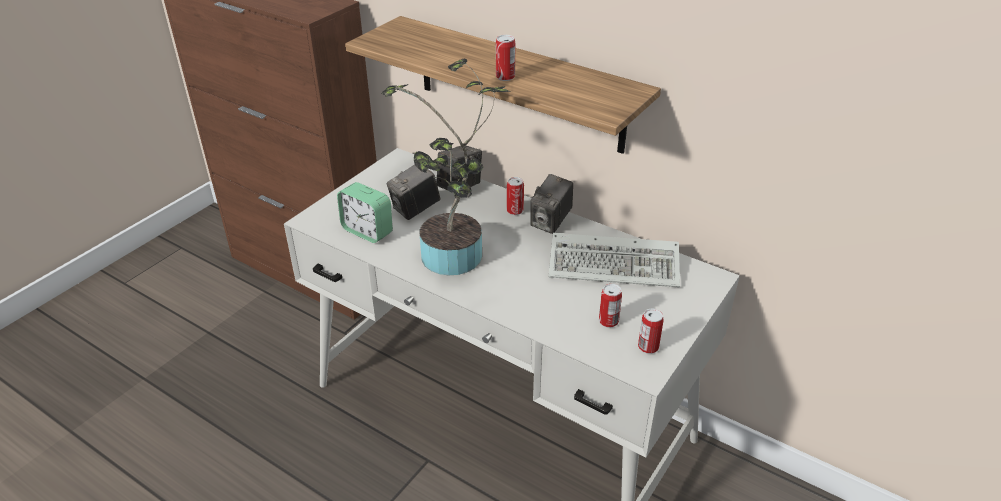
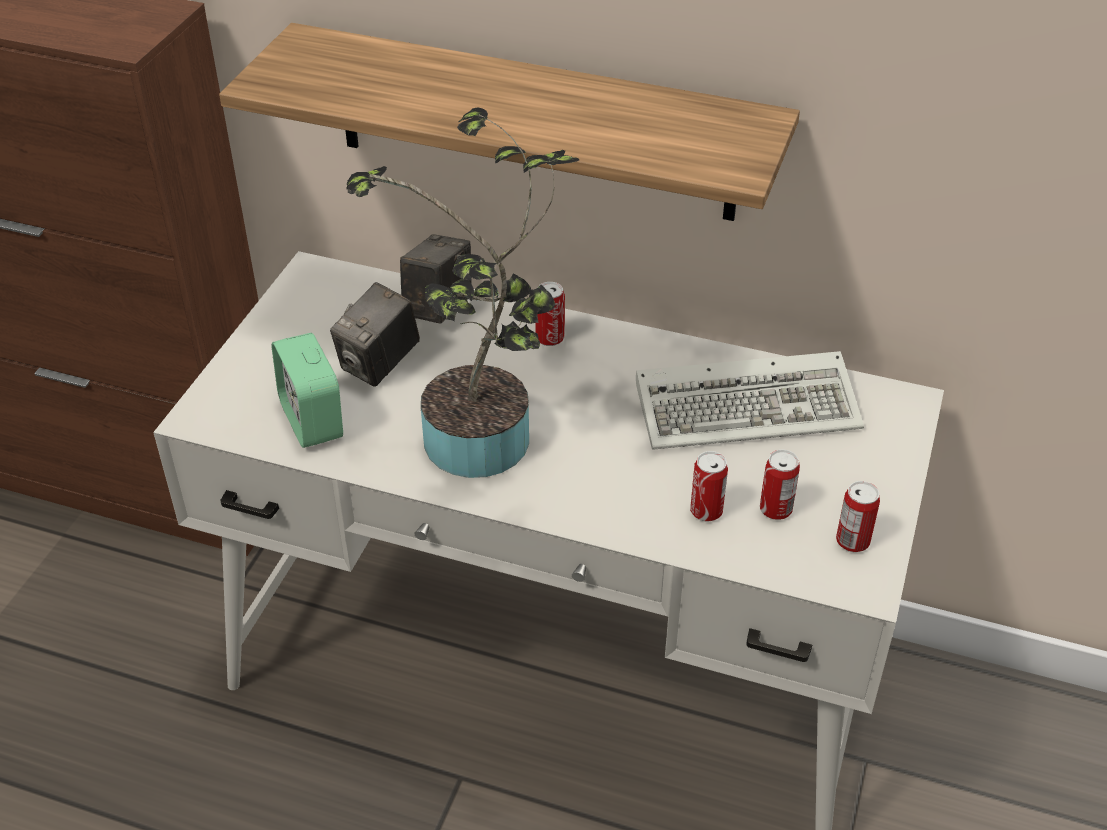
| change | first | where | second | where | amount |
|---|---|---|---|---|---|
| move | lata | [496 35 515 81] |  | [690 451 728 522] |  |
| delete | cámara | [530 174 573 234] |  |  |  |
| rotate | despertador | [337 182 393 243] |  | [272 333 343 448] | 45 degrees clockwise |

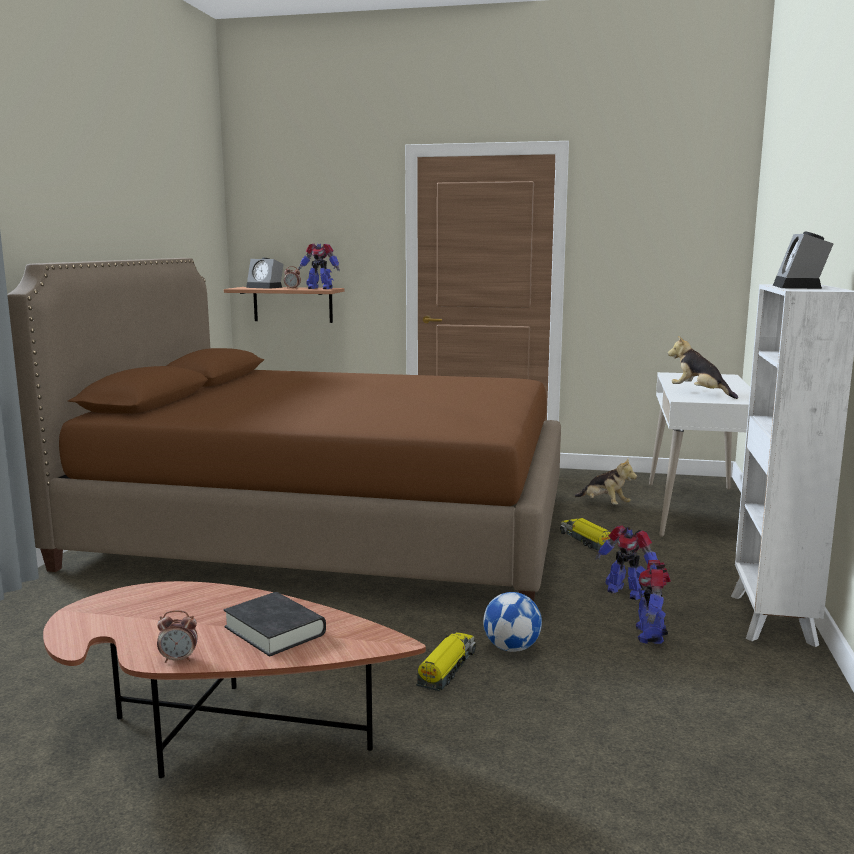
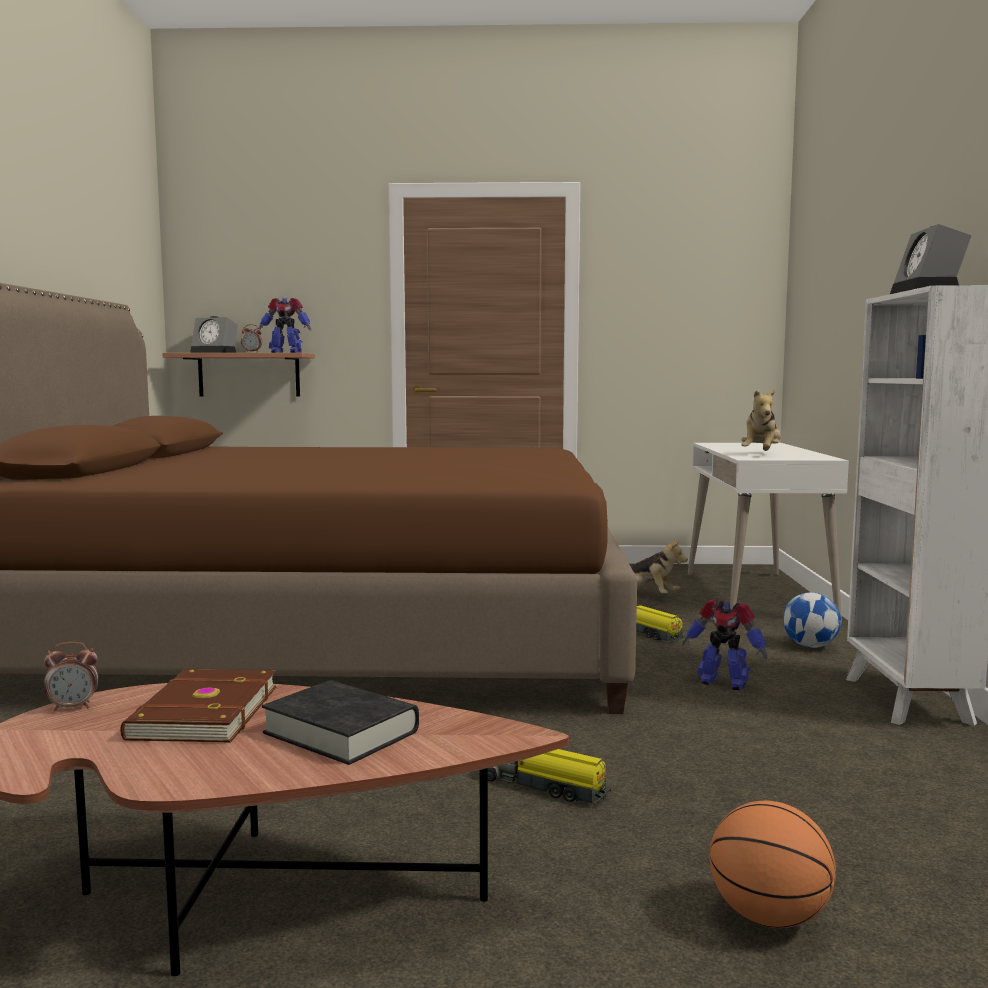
| change | first | where | second | where | amount |
|---|---|---|---|---|---|
| rotate | peluche | [668 336 738 399] |  | [741 389 781 451] | 105 degrees counterclockwise |
| delete | robot de juguete | [636 560 671 644] |  |  |  |
| move | balón de fútbol | [483 592 542 652] |  | [783 592 841 648] |  |
| move | despertador | [157 610 198 663] |  | [44 642 98 711] |  |
| rotate | camión de juguete | [416 632 476 691] |  | [488 749 611 803] | 75 degrees counterclockwise |
| insert |  |  | libro (marrón) | [120 669 276 742] |  |
| insert |  |  | balón de baloncesto | [709 801 836 928] |  |

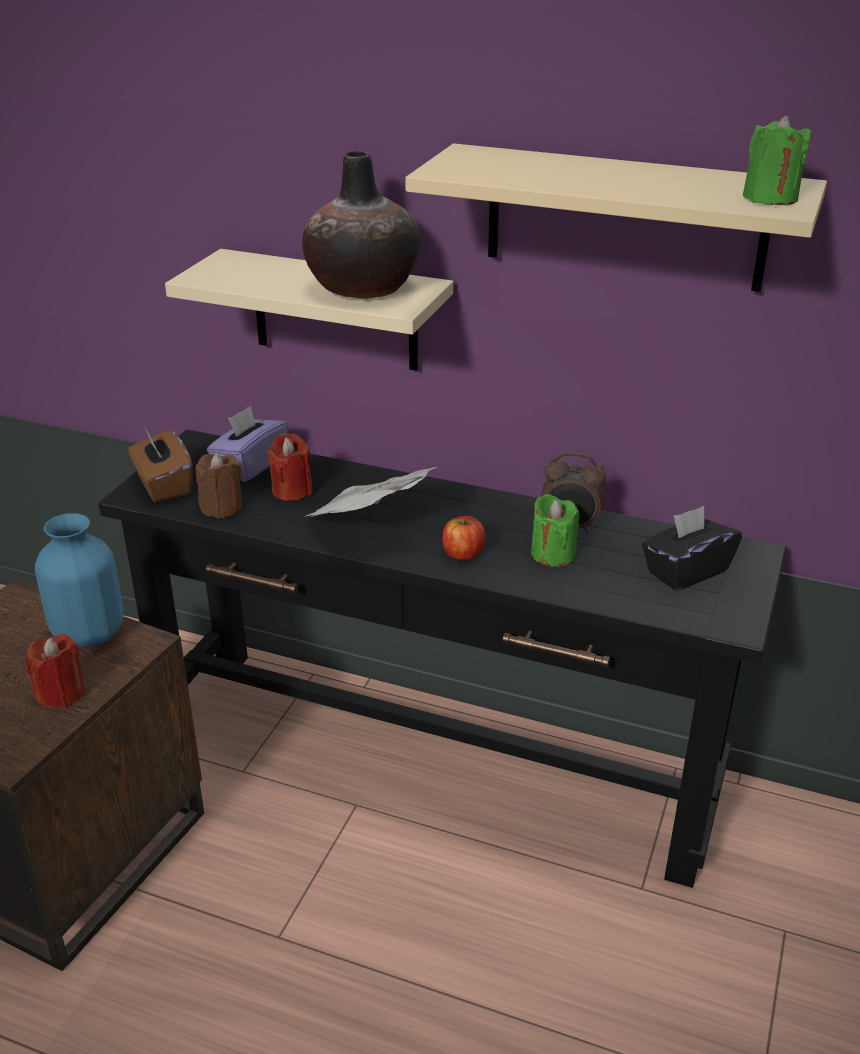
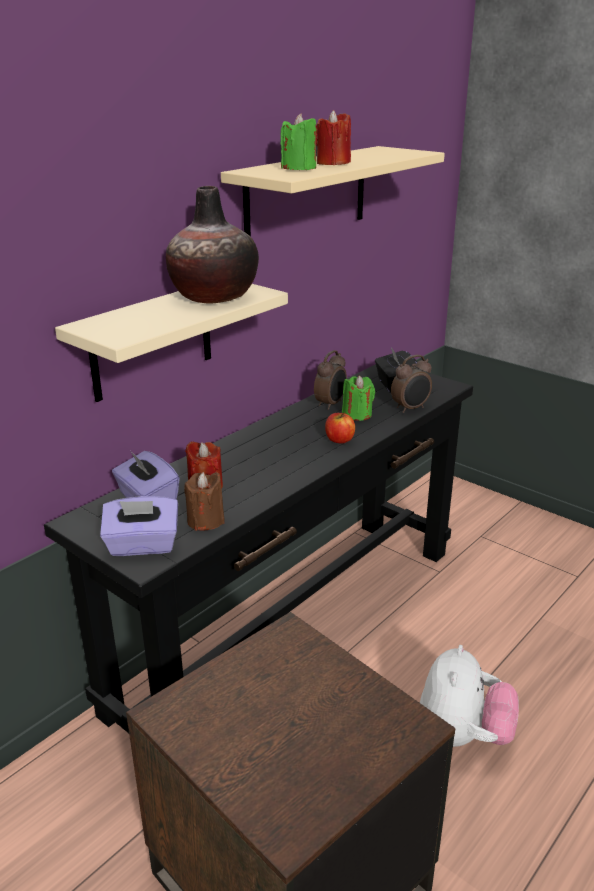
| change | first | where | second | where | amount |
|---|---|---|---|---|---|
| move | vela (verde) | [743 115 811 205] |  | [280 114 316 170] |  |
| recolor | caja de pañuelos (marrón) | [128 428 193 502] | caja de pañuelos (morado) | [100 496 178 556] |  |
| delete | periódico | [304 467 437 517] |  |  |  |
| delete | florero (azul) | [35 513 124 648] |  |  |  |
| move | vela (rojo) | [25 634 85 708] |  | [316 110 351 165] |  |
| insert |  |  | despertador | [391 355 432 413] |  |
| insert |  |  | peluche | [420 645 519 747] |  |

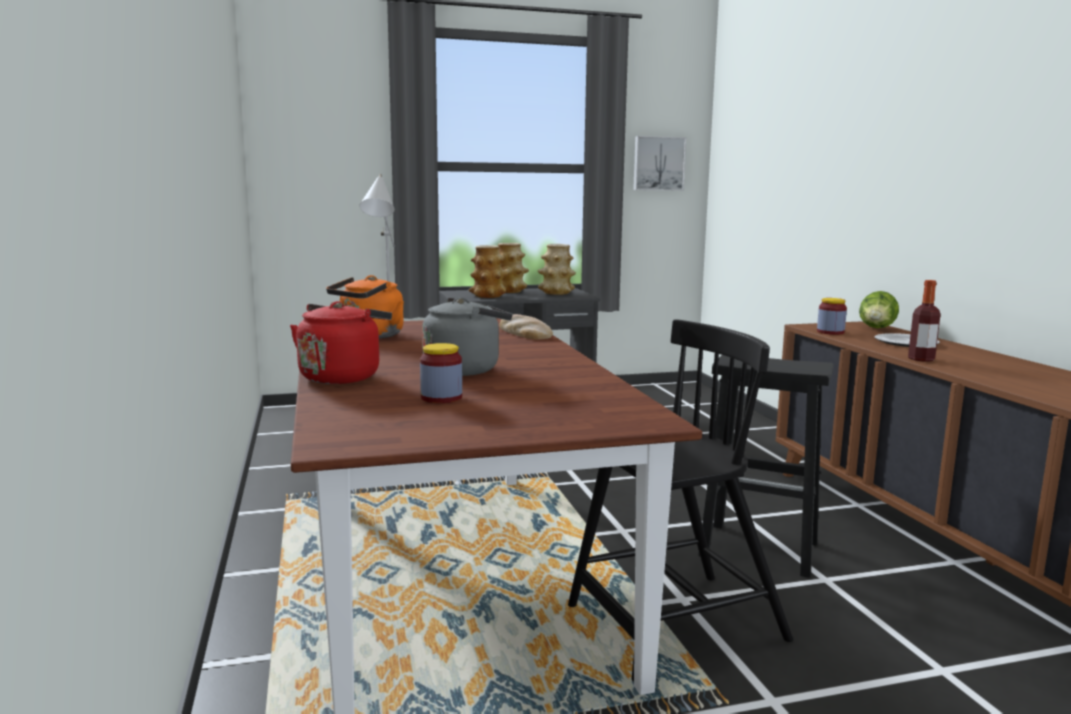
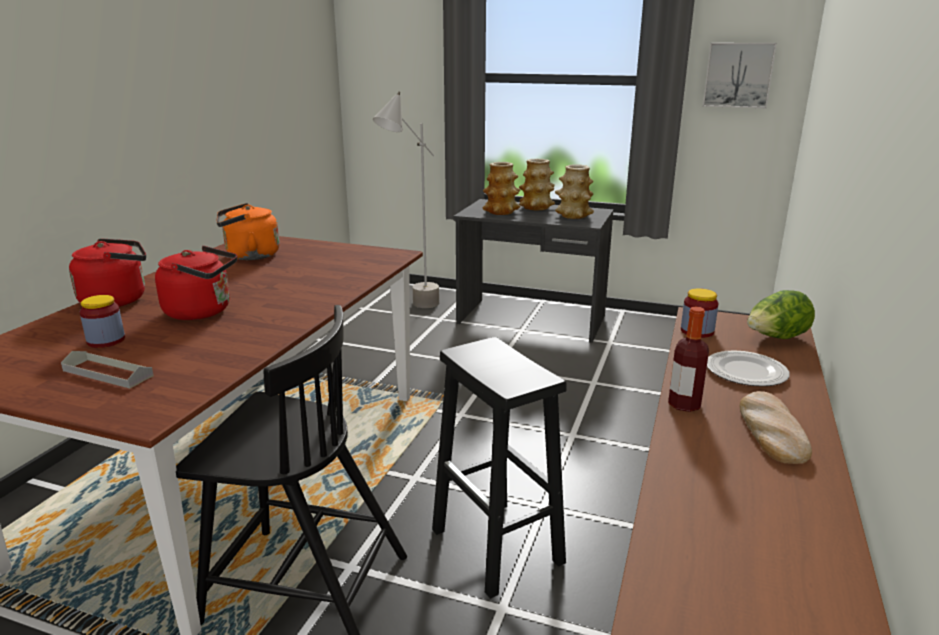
| change | first | where | second | where | amount |
|---|---|---|---|---|---|
| recolor | hervidor (gris) | [422 297 512 376] | hervidor (rojo) | [155 246 237 320] |  |
| move | pan | [499 314 553 340] |  | [740 391 812 464] |  |
| insert |  |  | bandeja (gris) | [61 351 154 388] |  |

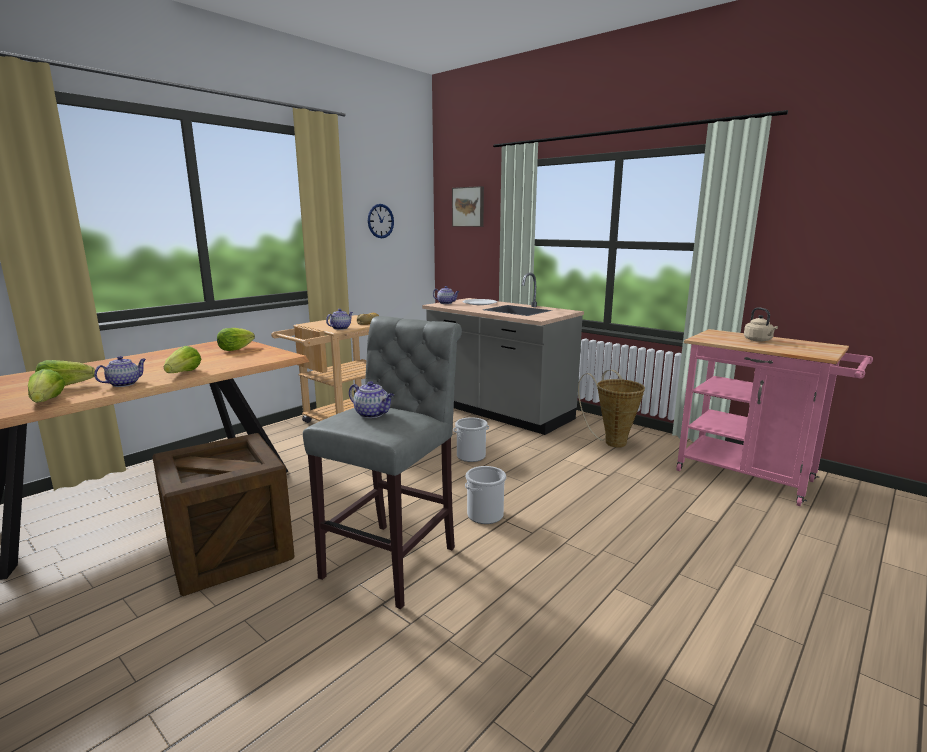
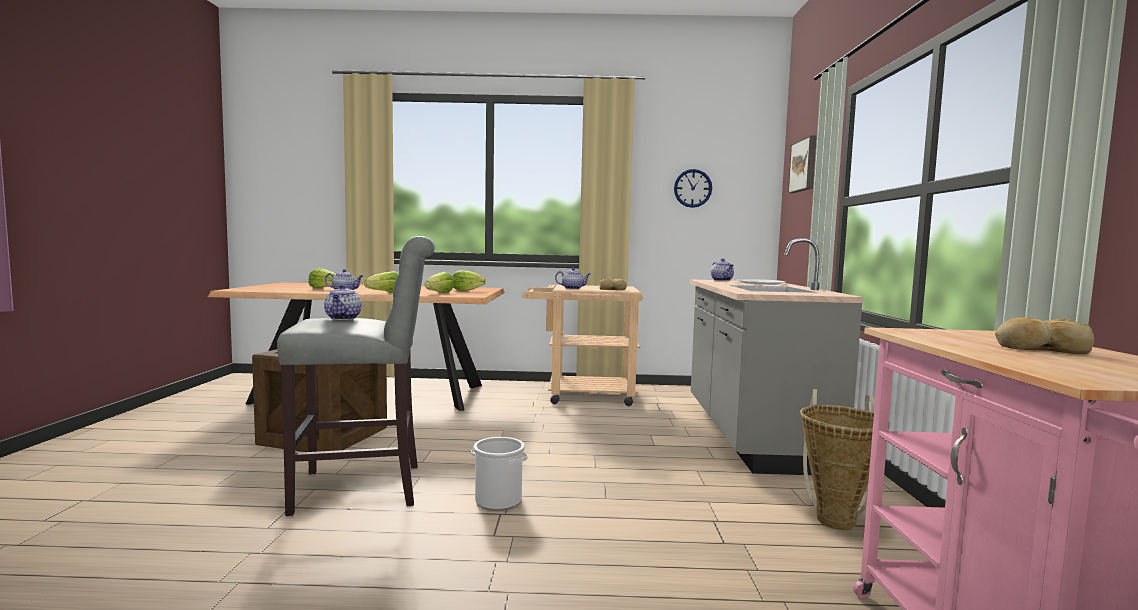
| change | first | where | second | where | amount |
|---|---|---|---|---|---|
| replace | hervidor (beis) | [744 308 778 342] | pan | [995 318 1094 354] |  |
| move | lechuga | [28 369 65 403] |  | [425 272 455 293] |  |
| delete | cubo | [453 417 489 462] |  |  |  |

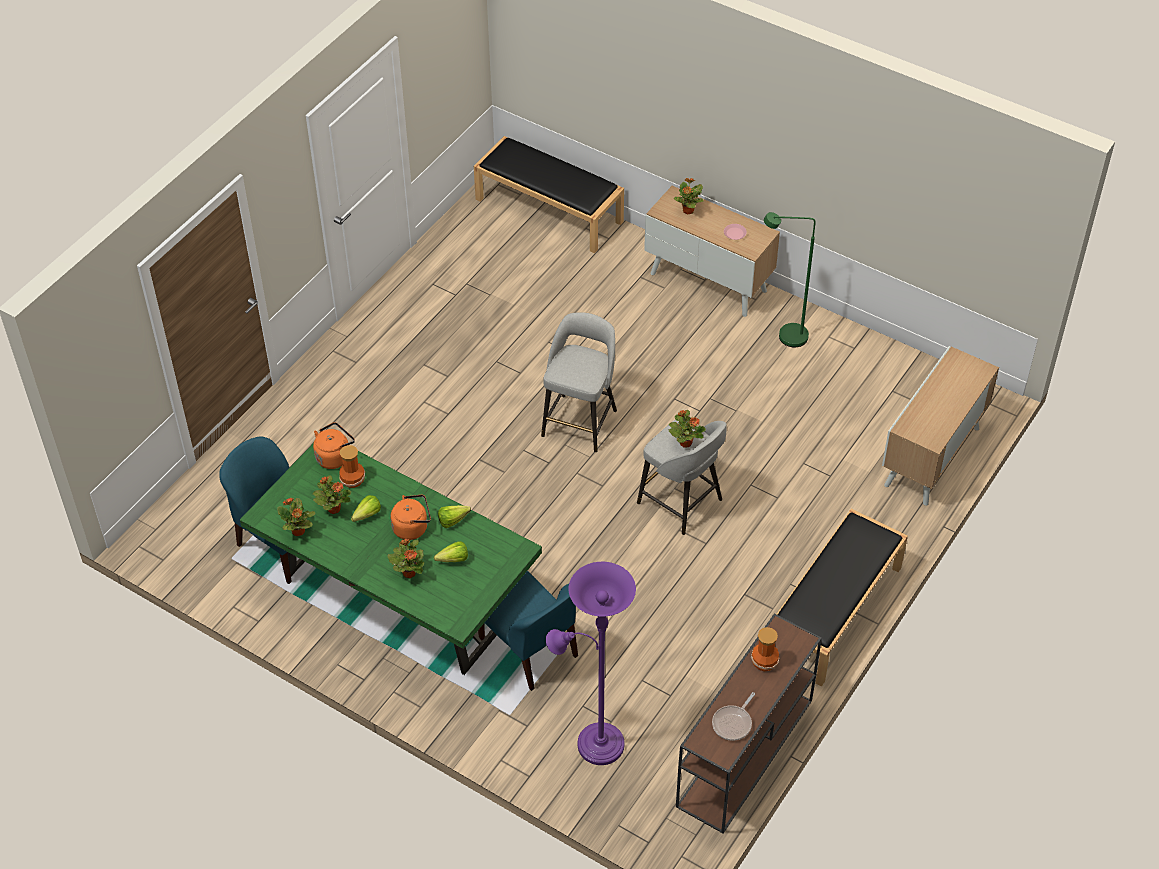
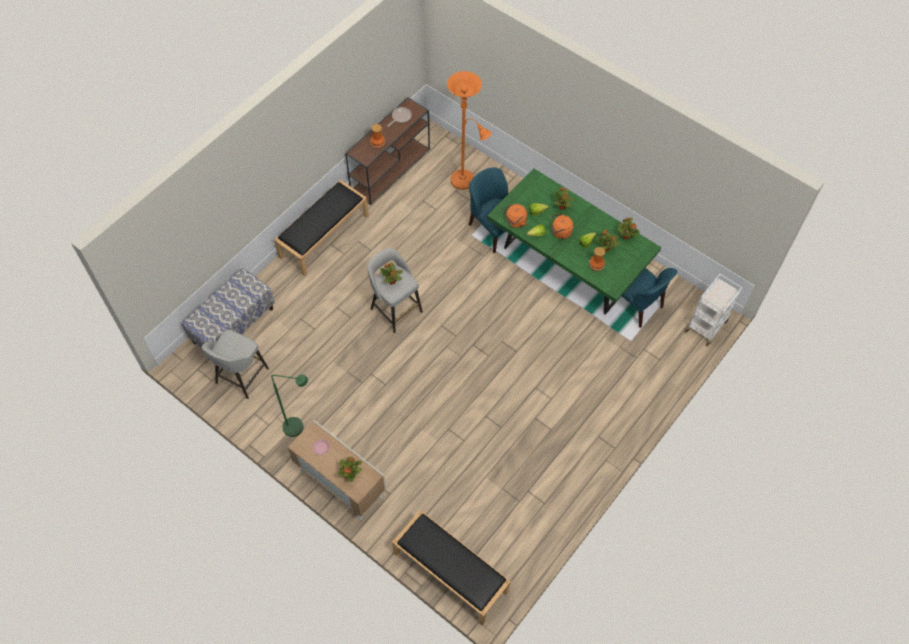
| change | first | where | second | where | amount |
|---|---|---|---|---|---|
| move | taburete (gris) | [541 312 617 452] |  | [202 330 269 399] |  |
| replace | armario | [882 346 999 506] | banco | [182 268 275 348] |  |
| move | hervidor (naranja) | [313 422 355 469] |  | [503 204 527 228] |  |
| recolor | lámpara de pie (morado) | [546 562 636 765] | lámpara de pie (naranja) | [447 71 492 190] |  |
| insert |  |  | carrito (blanco) | [685 274 743 346] |  |

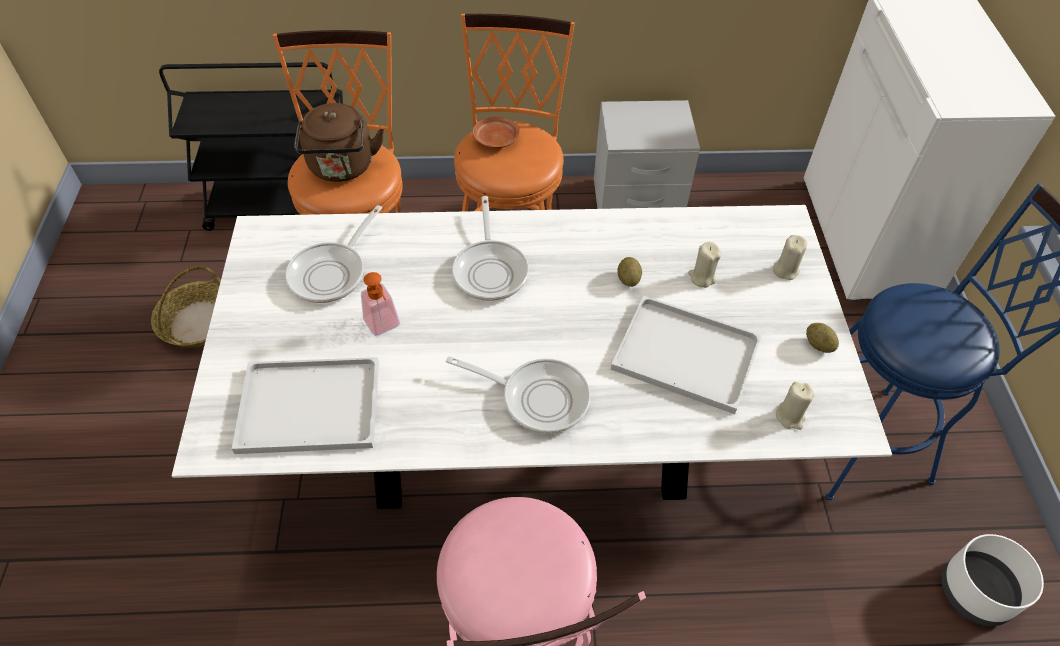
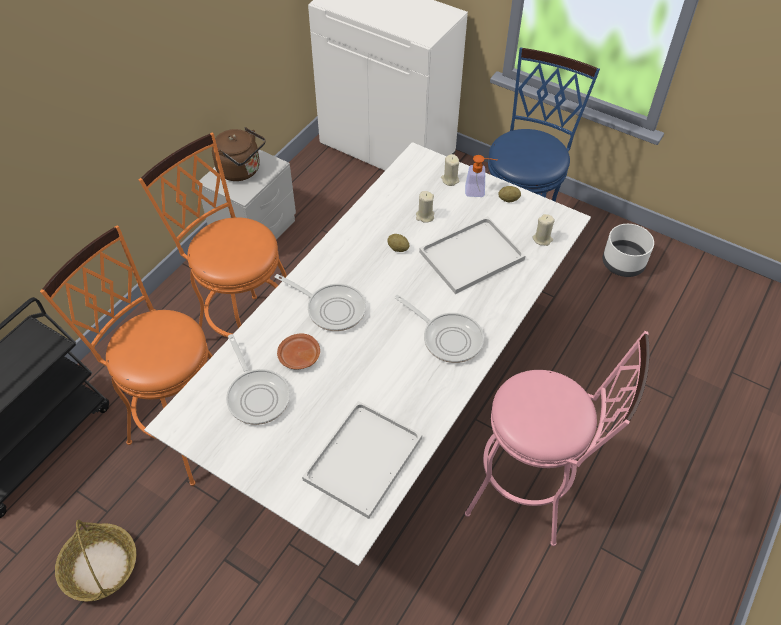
| change | first | where | second | where | amount |
|---|---|---|---|---|---|
| move | hervidor (marrón) | [294 103 384 182] |  | [212 127 266 181] |  |
| move | plato (marrón) | [472 117 520 148] |  | [277 333 320 369] |  |
| move | dispensador de jabón | [361 272 400 336] |  | [465 155 498 197] |  |
| rotate | sartén | [446 356 590 434] |  | [394 295 484 363] | 75 degrees clockwise |

